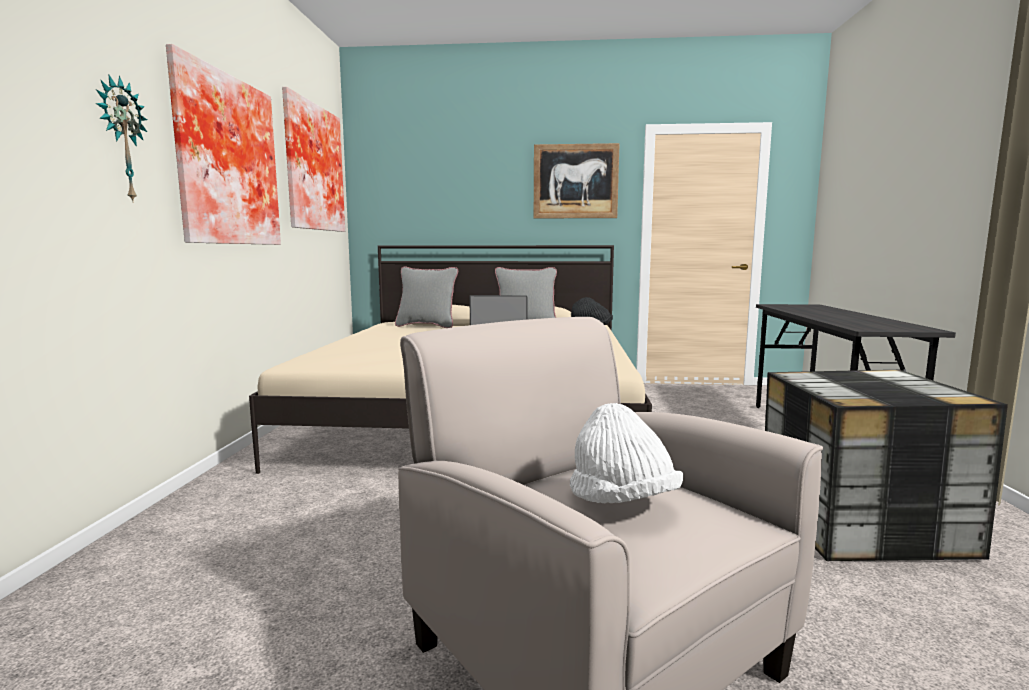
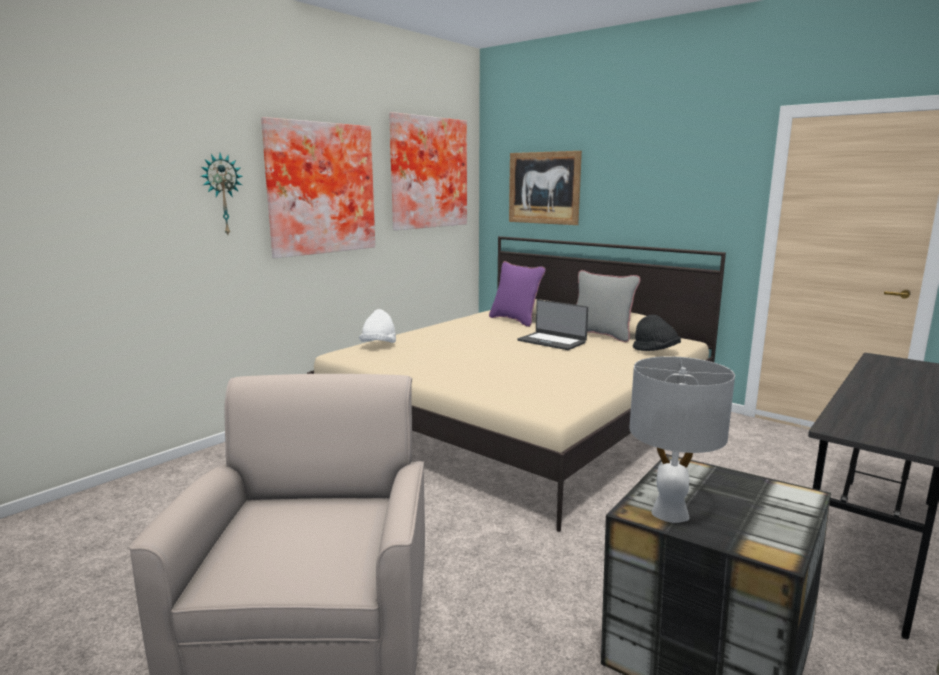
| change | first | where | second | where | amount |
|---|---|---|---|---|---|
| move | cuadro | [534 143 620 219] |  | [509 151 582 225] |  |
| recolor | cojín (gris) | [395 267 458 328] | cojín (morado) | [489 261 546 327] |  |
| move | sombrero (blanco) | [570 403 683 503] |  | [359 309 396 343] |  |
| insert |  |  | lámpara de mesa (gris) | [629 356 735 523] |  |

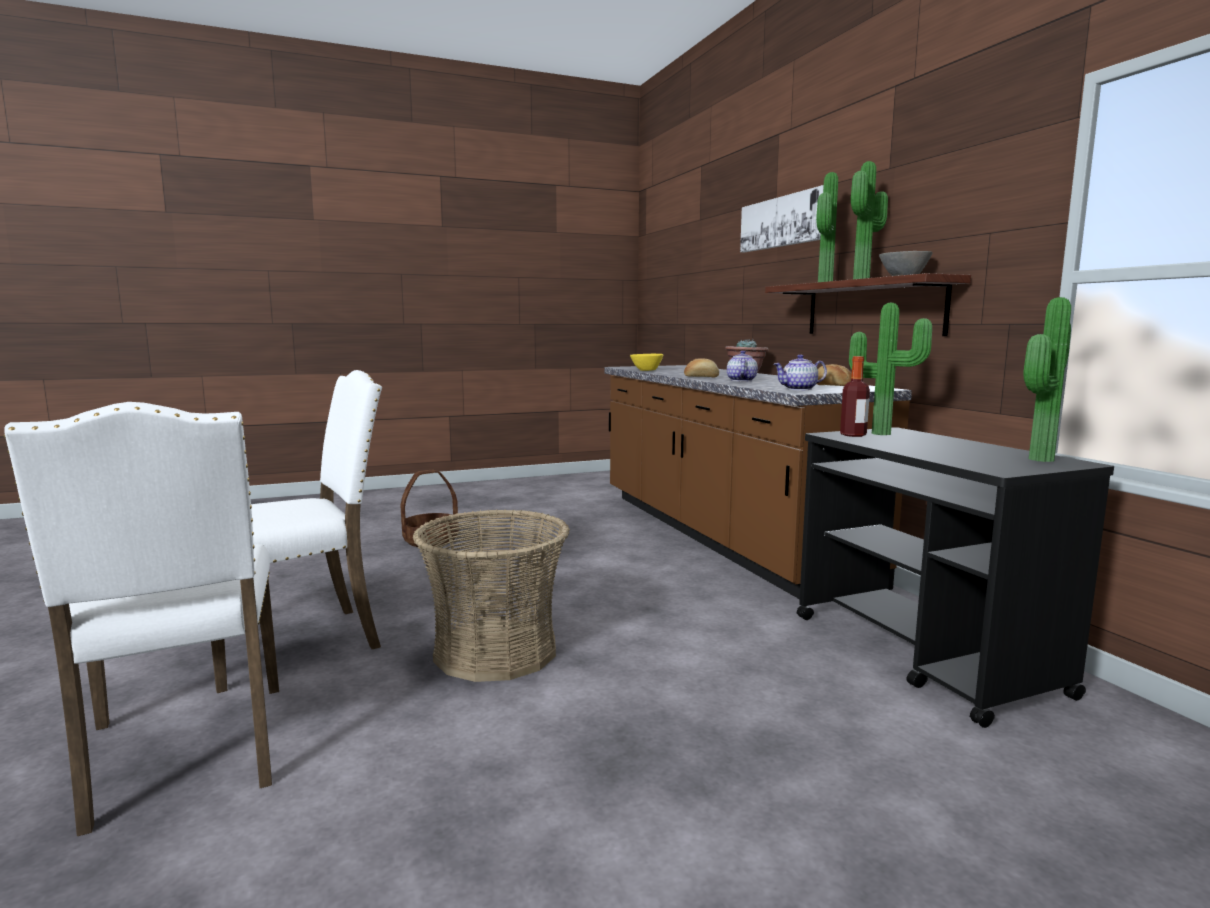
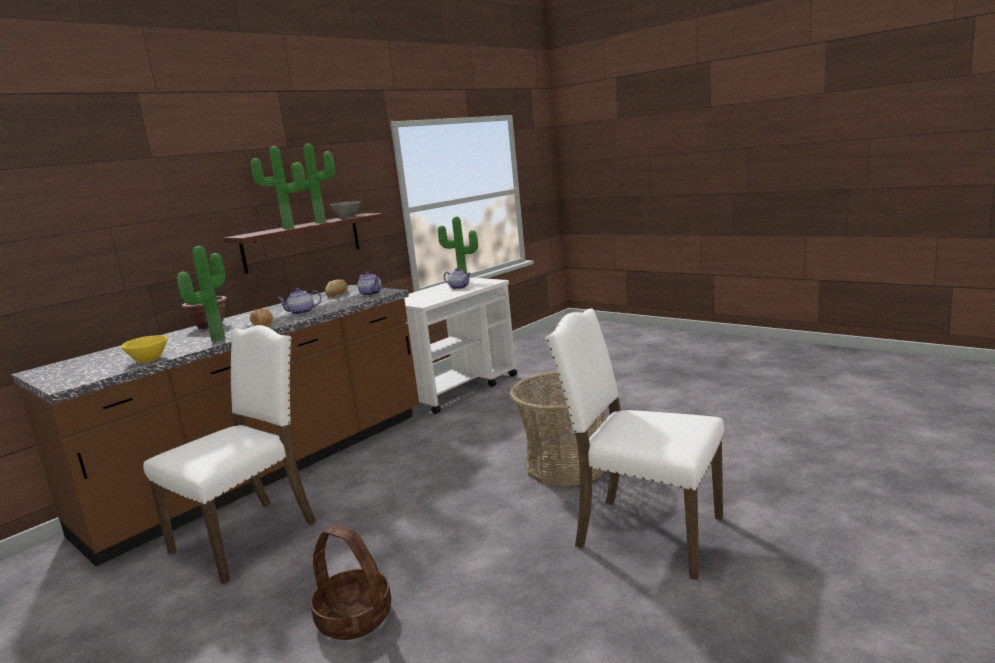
| change | first | where | second | where | amount |
|---|---|---|---|---|---|
| delete | cuadro | [740 185 824 252] |  |  |  |
| move | planta en maceta | [849 303 932 435] |  | [177 246 226 341] |  |
| delete | botella | [840 356 870 437] |  |  |  |
| move | silla (blanco) | [4 402 279 836] |  | [143 325 316 584] |  |
| recolor | carrito (negro) | [797 427 1114 728] | carrito (blanco) | [404 277 517 414] |  |
| insert |  |  | tetera | [444 268 471 289] |  |

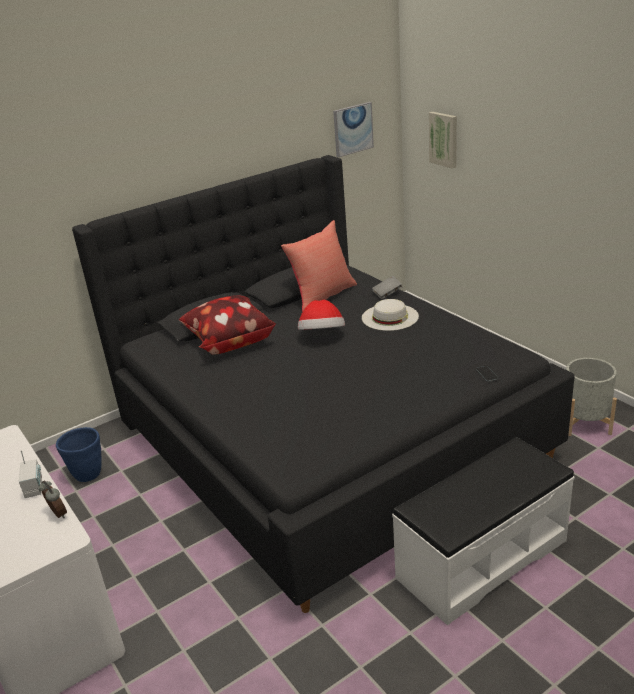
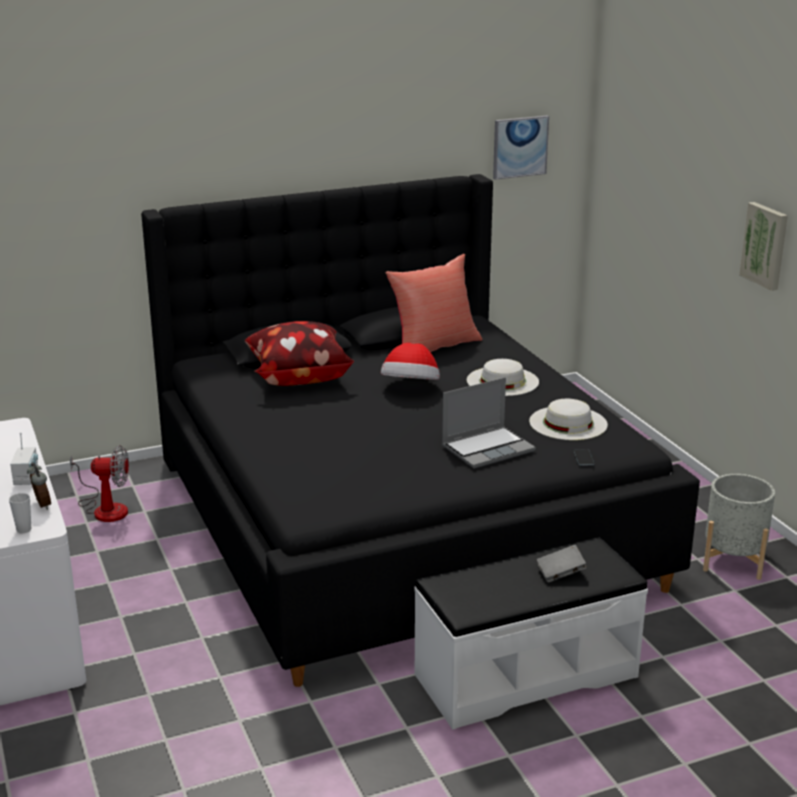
| change | first | where | second | where | amount |
|---|---|---|---|---|---|
| move | cuadro | [429 112 457 169] |  | [739 202 788 291] |  |
| move | libro (gris) | [372 276 402 299] |  | [536 545 587 583] |  |
| replace | maceta (azul) | [56 427 102 482] | ventilador | [70 445 129 522] |  |
| insert |  |  | portátil | [442 377 536 469] |  |
| insert |  |  | sombrero (blanco) | [529 399 608 440] |  |
| insert |  |  | taza | [9 493 31 533] |  |

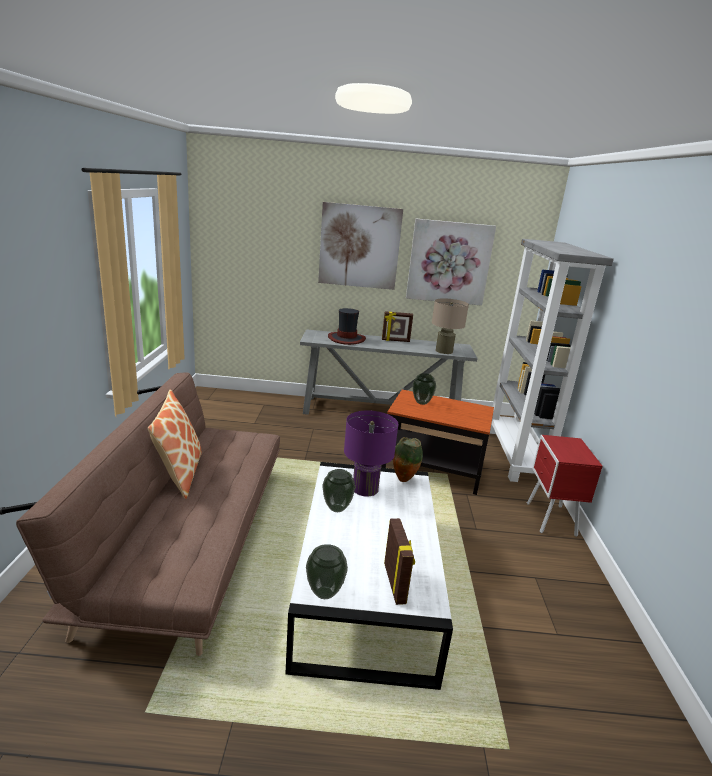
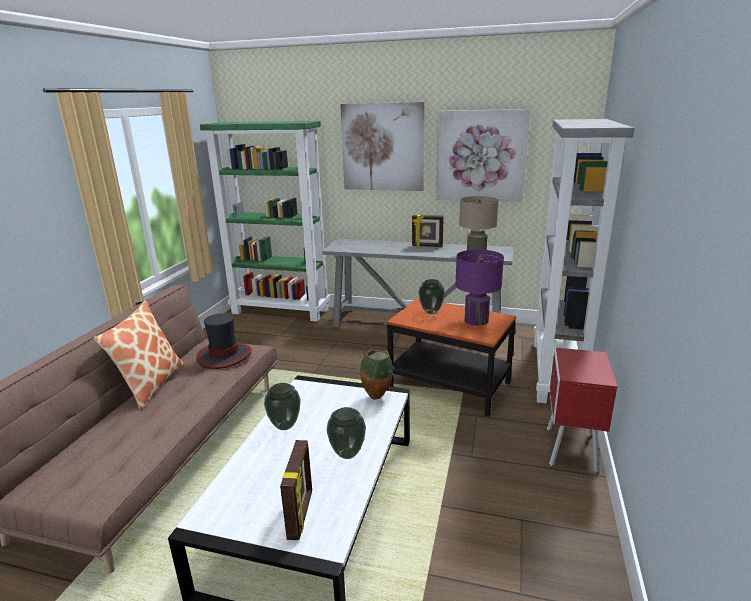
| change | first | where | second | where | amount |
|---|---|---|---|---|---|
| move | sombrero | [328 308 366 345] |  | [196 313 252 369] |  |
| move | lámpara de mesa (morado) | [344 410 398 497] |  | [455 249 504 326] |  |
| move | florero | [306 544 348 599] |  | [327 407 366 459] |  |
| insert |  |  | estantería (verde) | [200 121 330 322] |  |

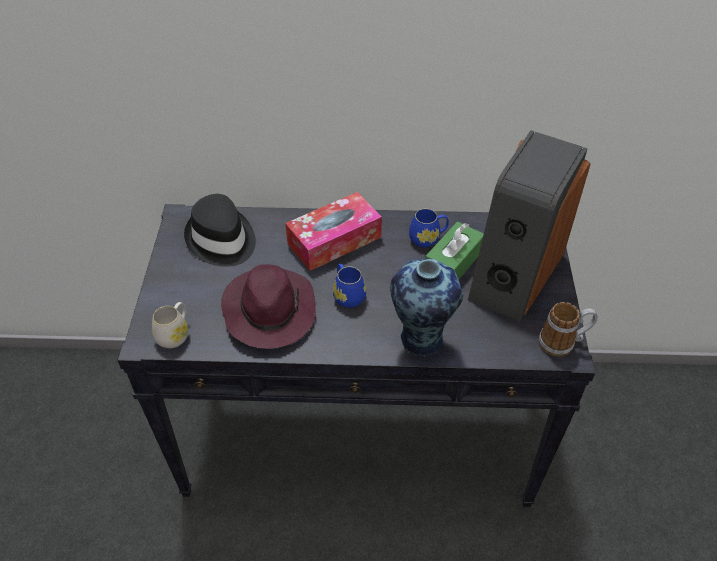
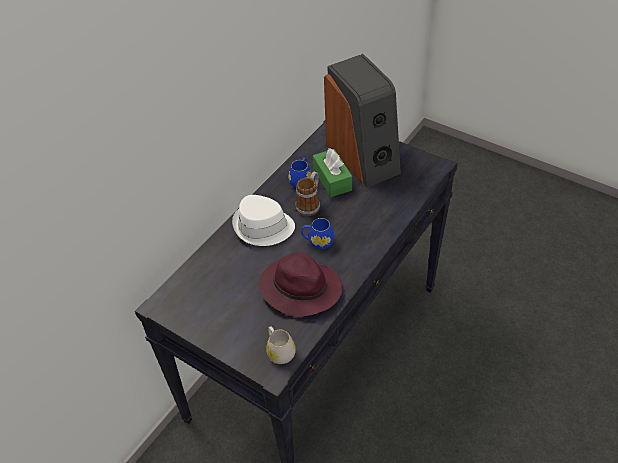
| change | first | where | second | where | amount |
|---|---|---|---|---|---|
| replace | caja de pañuelos | [285 192 382 271] | sombrero (blanco) | [232 195 295 246] |  |
| delete | sombrero (negro) | [184 194 256 267] |  |  |  |
| delete | florero | [390 258 463 356] |  |  |  |
| move | taza grande | [539 302 598 356] |  | [296 172 320 216] |  |

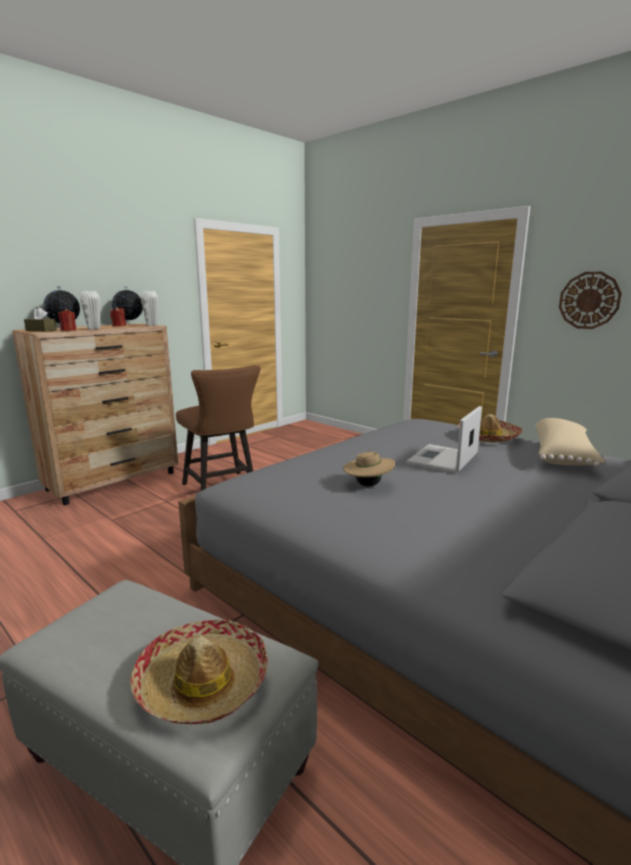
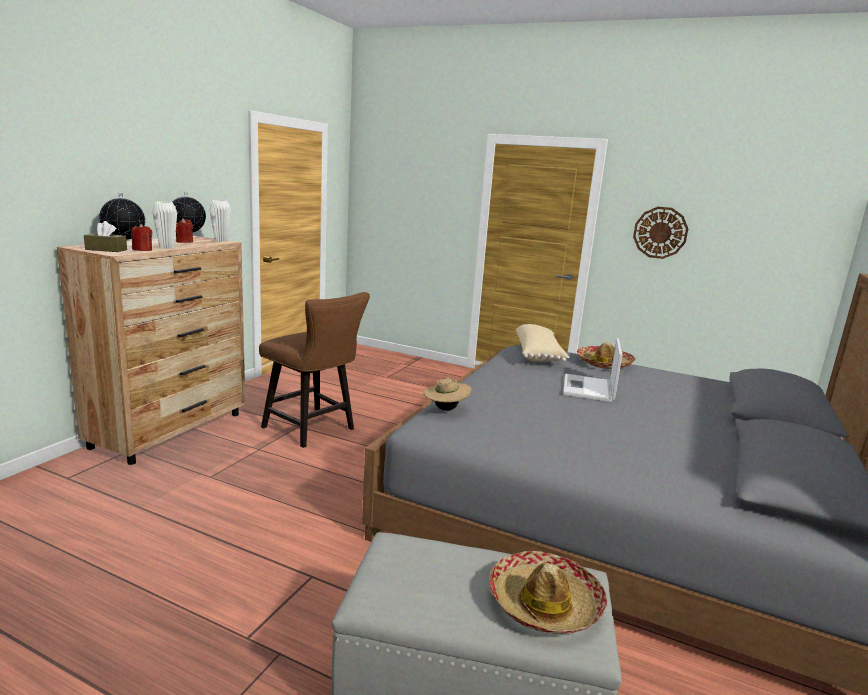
| change | first | where | second | where | amount |
|---|---|---|---|---|---|
| move | cojín (beis) | [535 418 606 467] |  | [516 324 570 362] |  |
| move | sombrero (beis) | [343 448 395 487] |  | [424 375 471 411] |  |

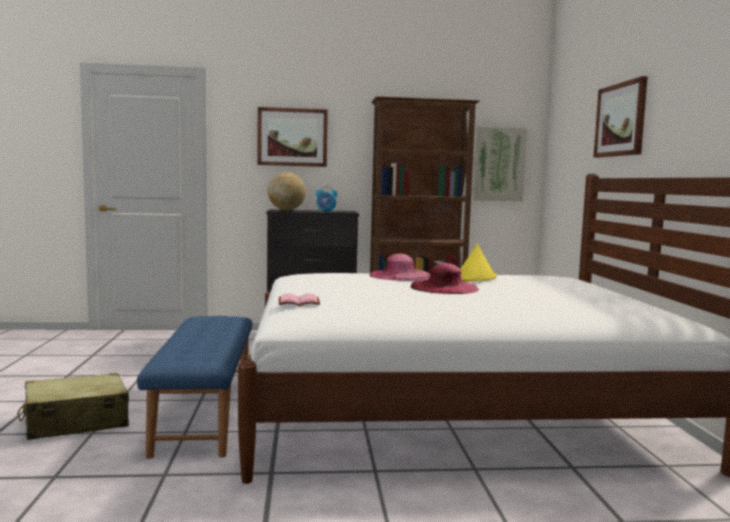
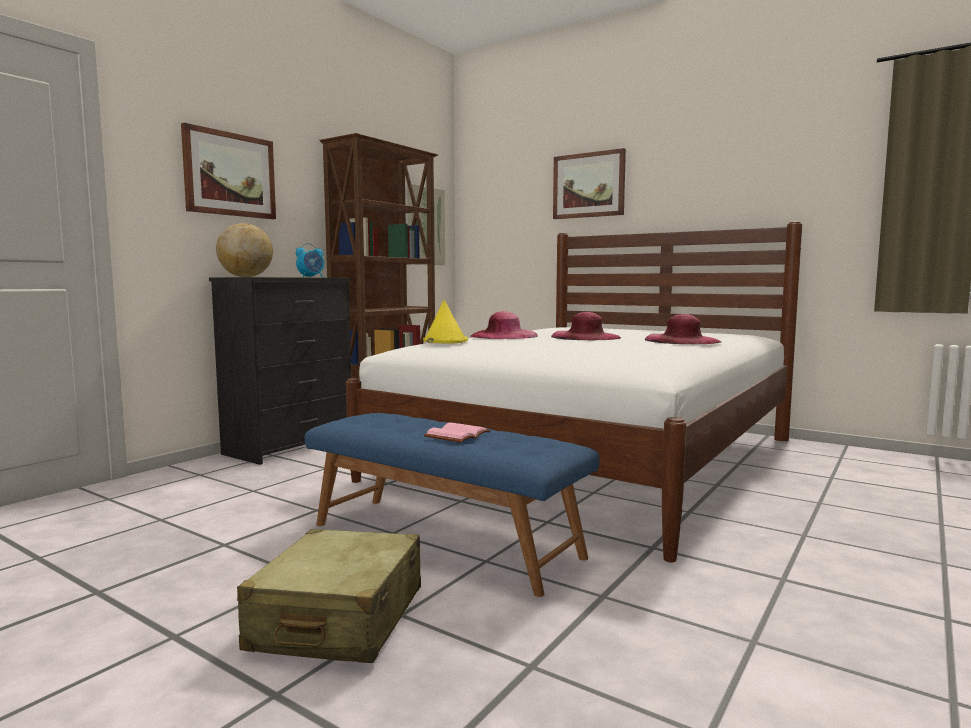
| change | first | where | second | where | amount |
|---|---|---|---|---|---|
| move | sombrero (amarillo) | [460 244 497 281] |  | [423 300 468 344] |  |
| move | libro (rosa) | [279 293 320 306] |  | [424 423 490 443] |  |
| insert |  |  | sombrero (rosa) | [645 314 721 344] |  |

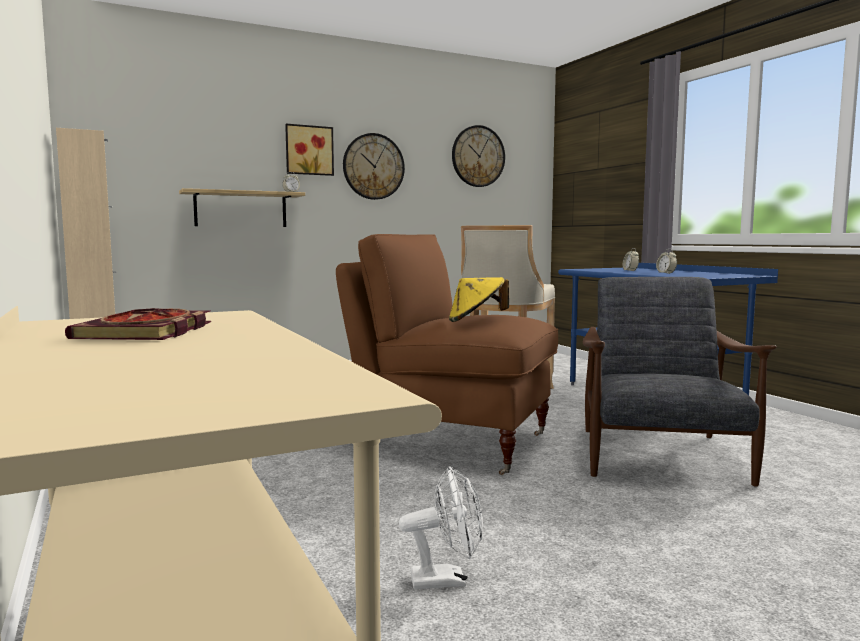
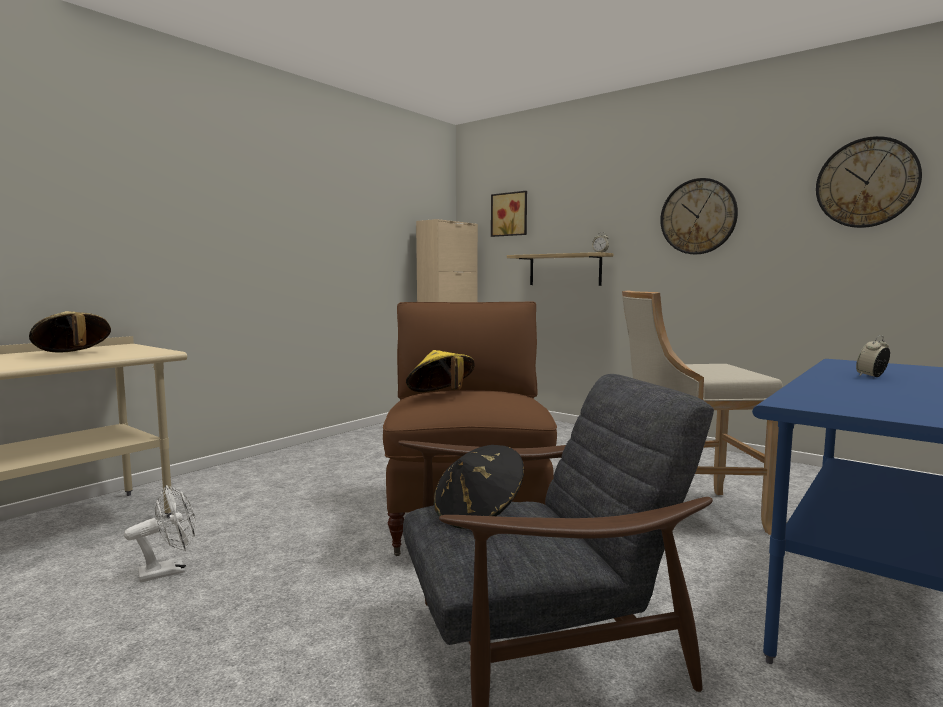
| change | first | where | second | where | amount |
|---|---|---|---|---|---|
| move | cuadro | [285 124 334 176] |  | [491 191 527 237] |  |
| delete | despertador | [656 249 677 274] |  |  |  |
| replace | libro | [65 308 211 340] | sombrero (beis) | [29 311 111 353] |  |
| rotate | ventilador (blanco) | [399 466 483 589] |  | [124 485 196 582] | 90 degrees counterclockwise |
| insert |  |  | sombrero (negro) | [434 445 524 529] |  |

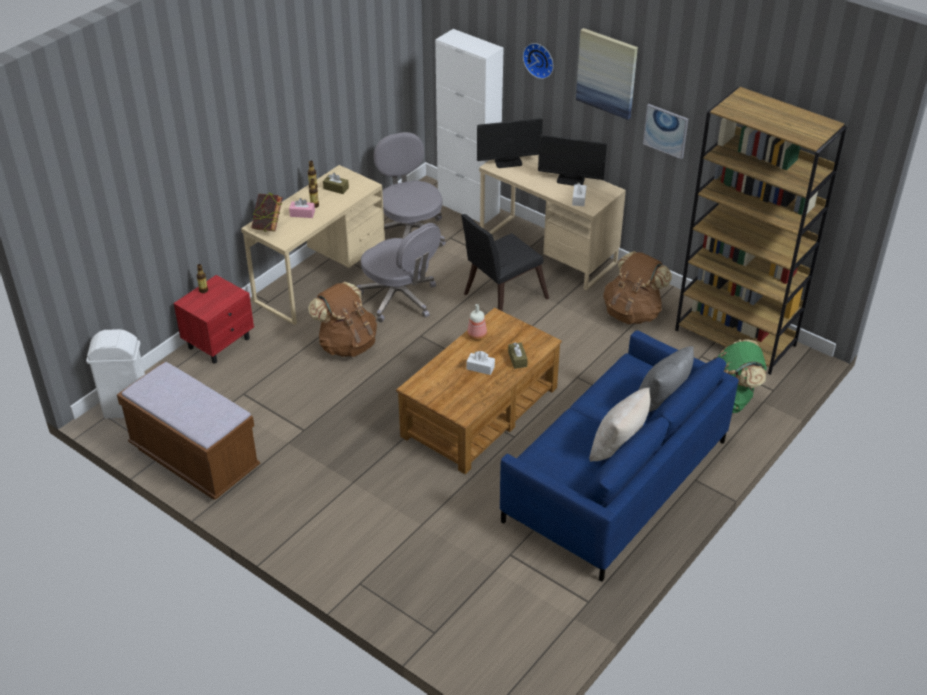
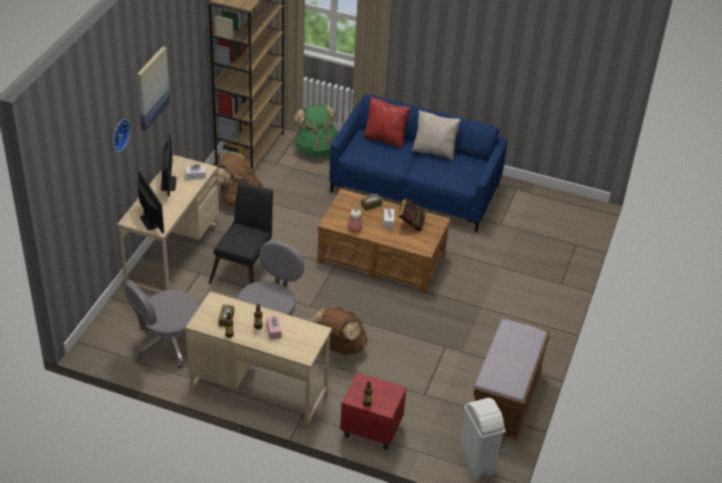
| change | first | where | second | where | amount |
|---|---|---|---|---|---|
| delete | armario (blanco) | [435 29 504 224] |  |  |  |
| delete | cuadro | [643 104 688 159] |  |  |  |
| move | libro | [251 192 283 232] |  | [399 198 426 231] |  |
| rotate | silla (negro) | [461 214 549 311] |  | [209 181 273 284] | 105 degrees counterclockwise |
| recolor | cojín (gris) | [639 346 694 412] | cojín (rojo) | [363 97 410 149] |  |

